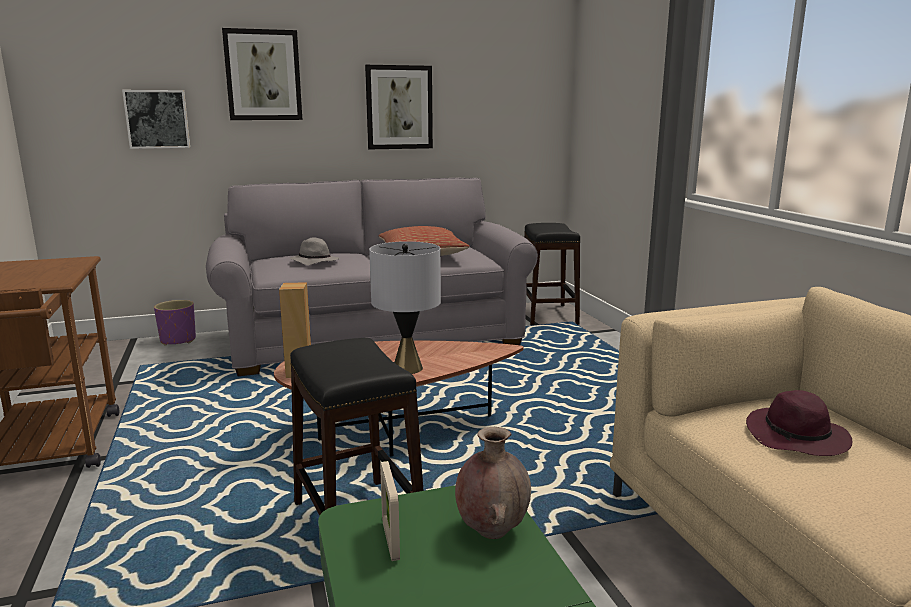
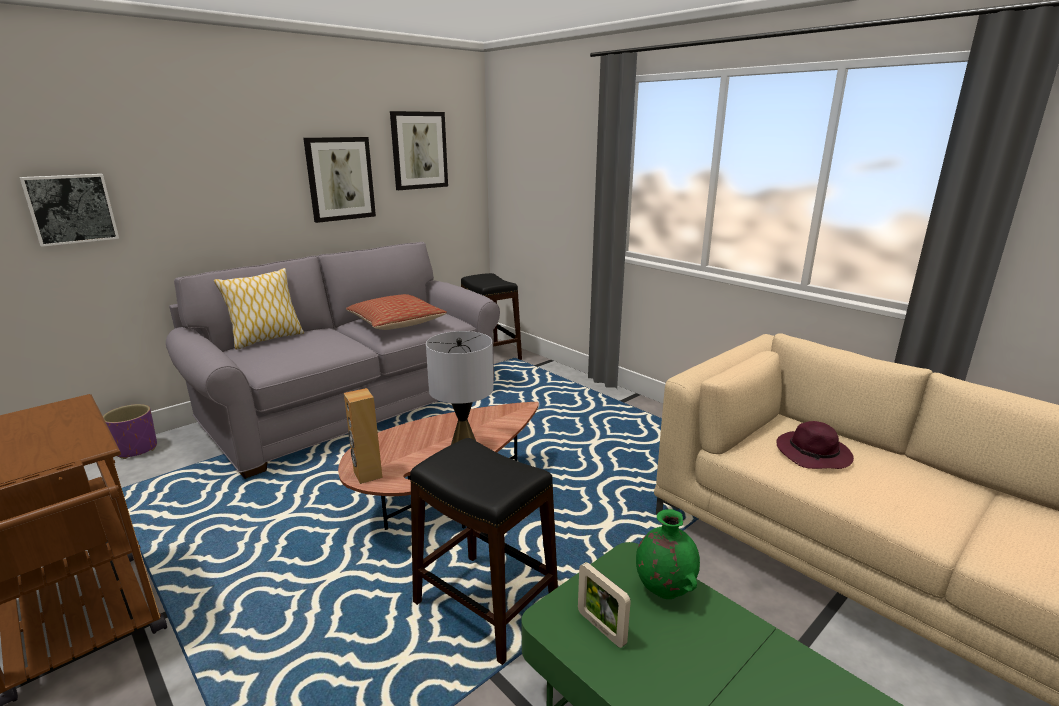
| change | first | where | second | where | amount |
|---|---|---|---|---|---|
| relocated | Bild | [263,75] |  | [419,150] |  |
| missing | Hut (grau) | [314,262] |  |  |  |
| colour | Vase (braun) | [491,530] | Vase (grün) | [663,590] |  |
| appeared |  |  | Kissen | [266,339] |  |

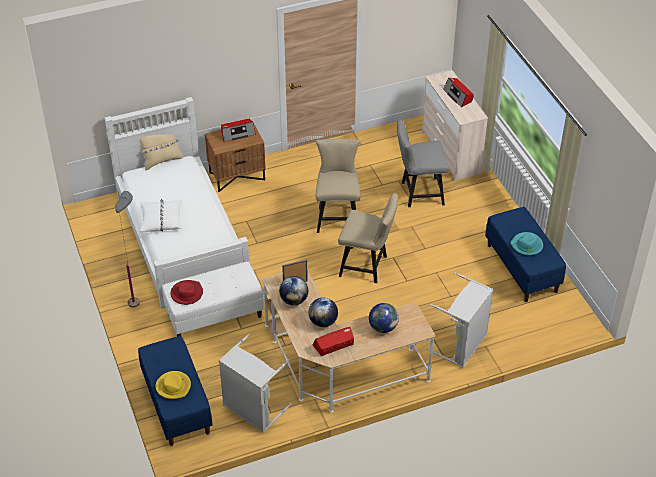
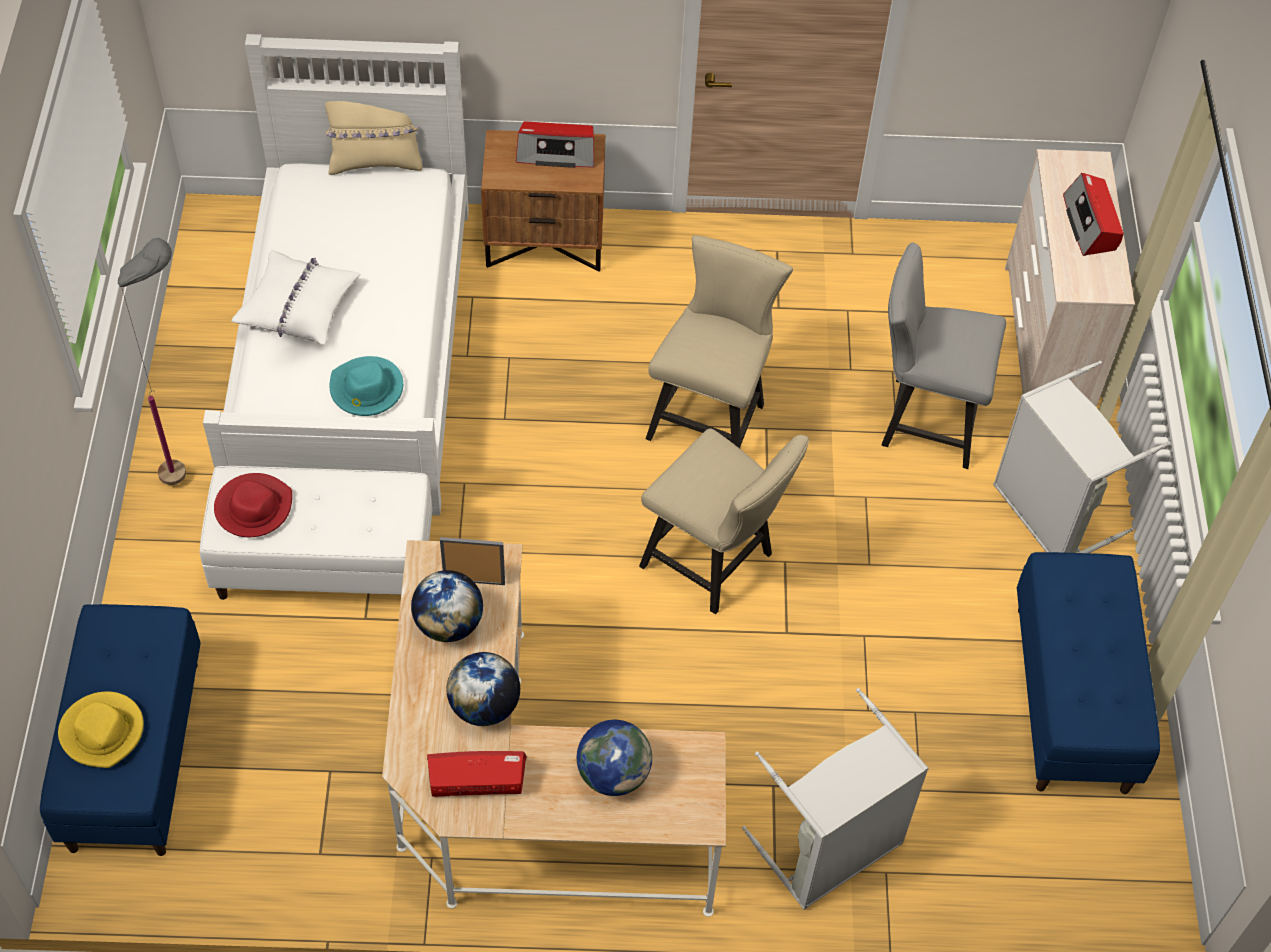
| change | first | where | second | where | amount |
|---|---|---|---|---|---|
| relocated | Hut (türkis) | [527,245] |  | [366,389] |  |
| relocated | Wäschekorb (grau) | [252,410] |  | [1050,514] |  |

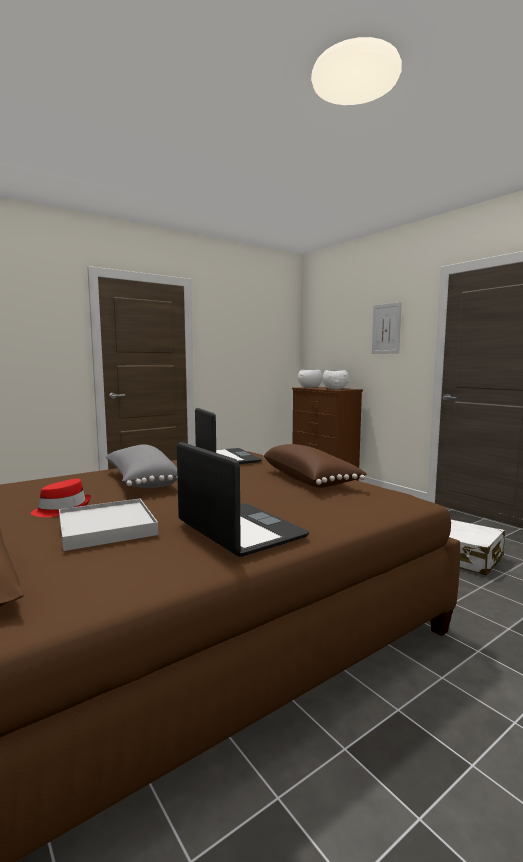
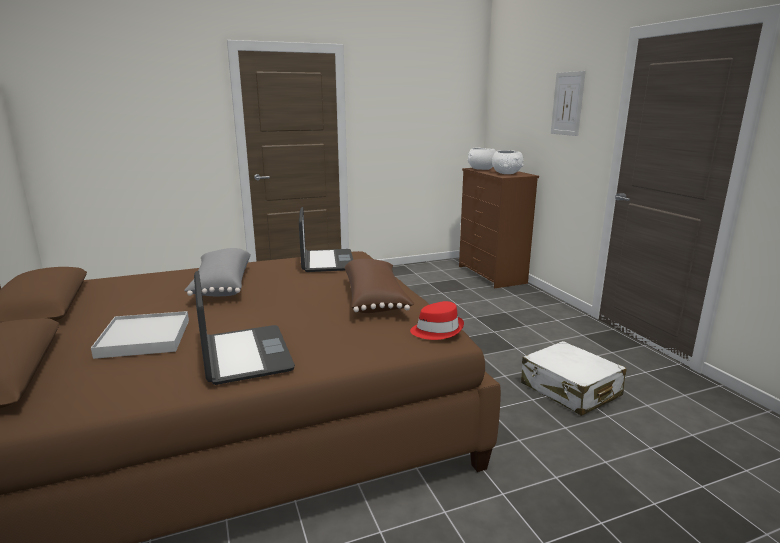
| change | first | where | second | where | amount |
|---|---|---|---|---|---|
| relocated | Hut (rot) | [62,509] |  | [437,330] |  |

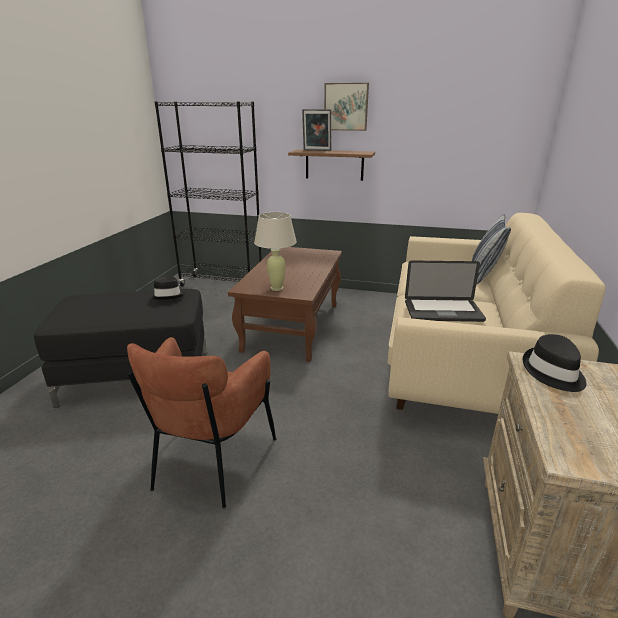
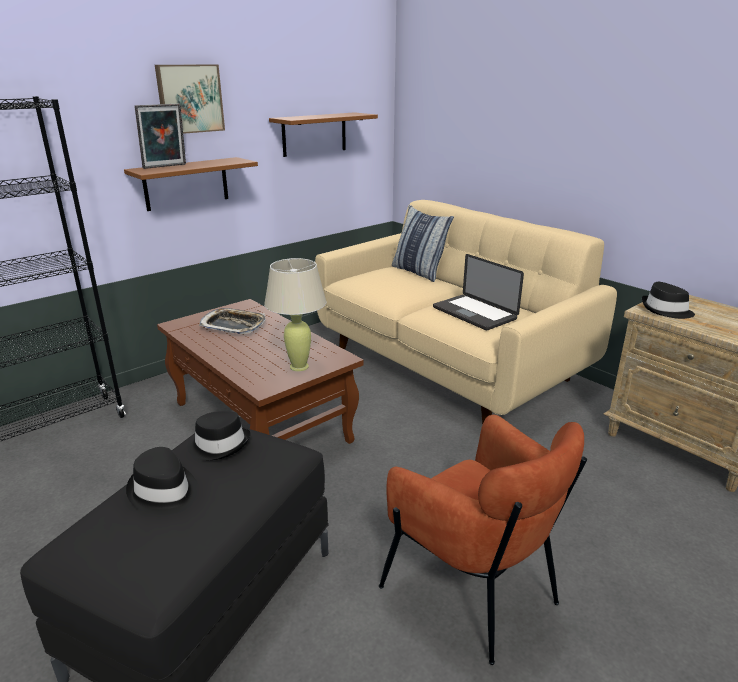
| change | first | where | second | where | amount |
|---|---|---|---|---|---|
| spun | Laptop | [443,311] |  | [474,313] | 105 degrees clockwise |
| appeared |  |  | Wandregal (braun) | [314,134] |  |
| appeared |  |  | Tablett | [233,325] |  |
| appeared |  |  | Hut (schwarz) | [164,492] |  |

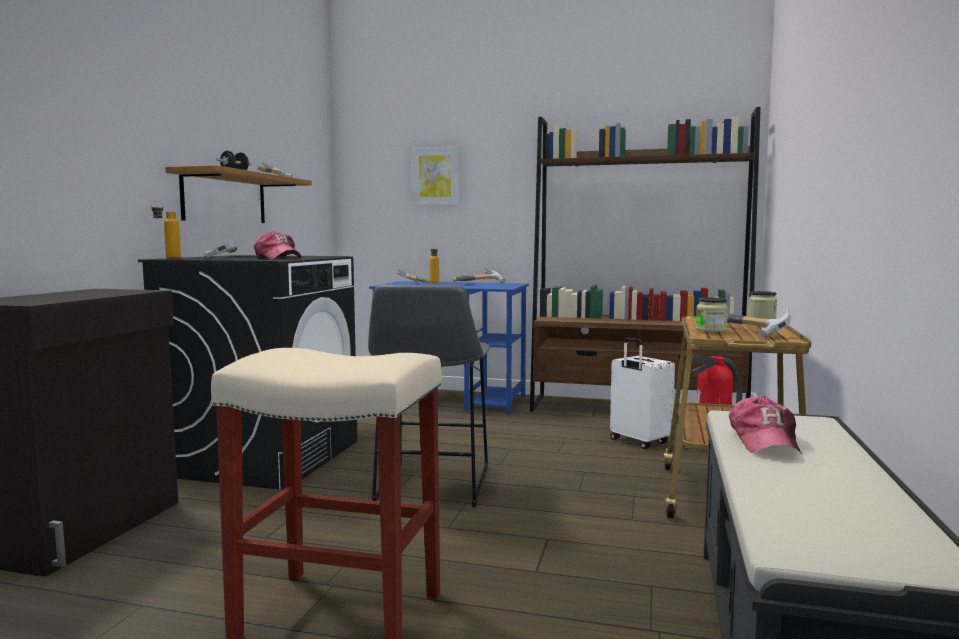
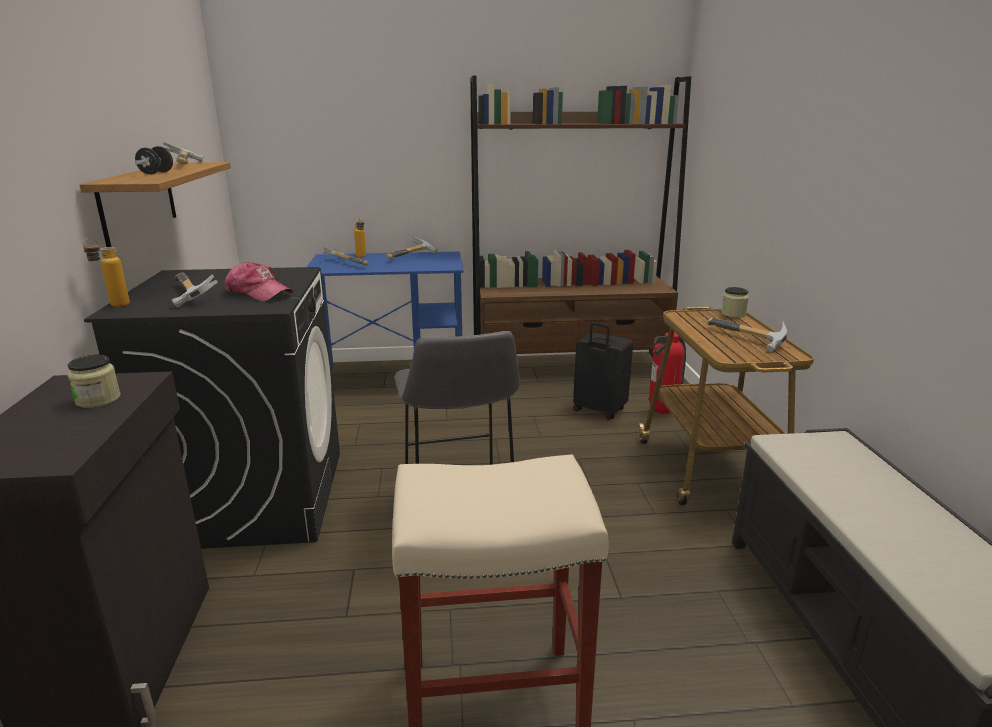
| change | first | where | second | where | amount |
|---|---|---|---|---|---|
| missing | Bild | [435,176] |  |  |  |
| relocated | Vorratsglas | [711,330] |  | [98,399] |  |
| colour | Koffer (weiß) | [638,442] | Koffer (schwarz) | [598,411] |  |
| missing | Kappe | [765,441] |  |  |  |

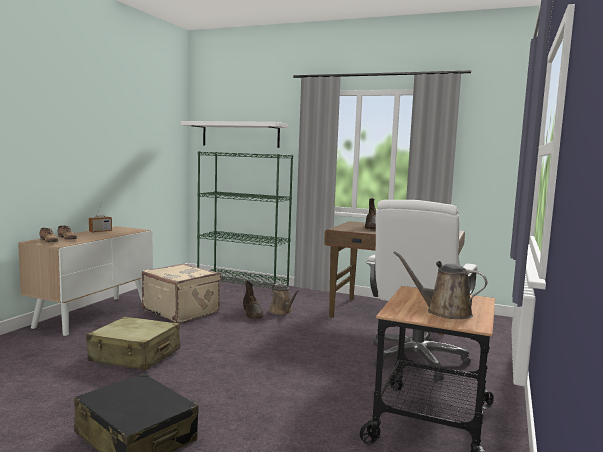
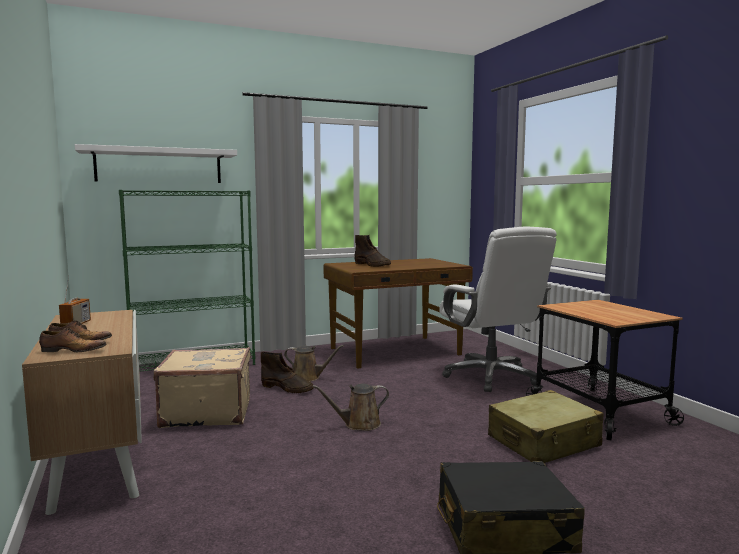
| change | first | where | second | where | amount |
|---|---|---|---|---|---|
| relocated | Gießkanne (braun) | [444,312] |  | [358,424] |  |
| relocated | Koffer (beige) | [135,356] |  | [544,442] |  |

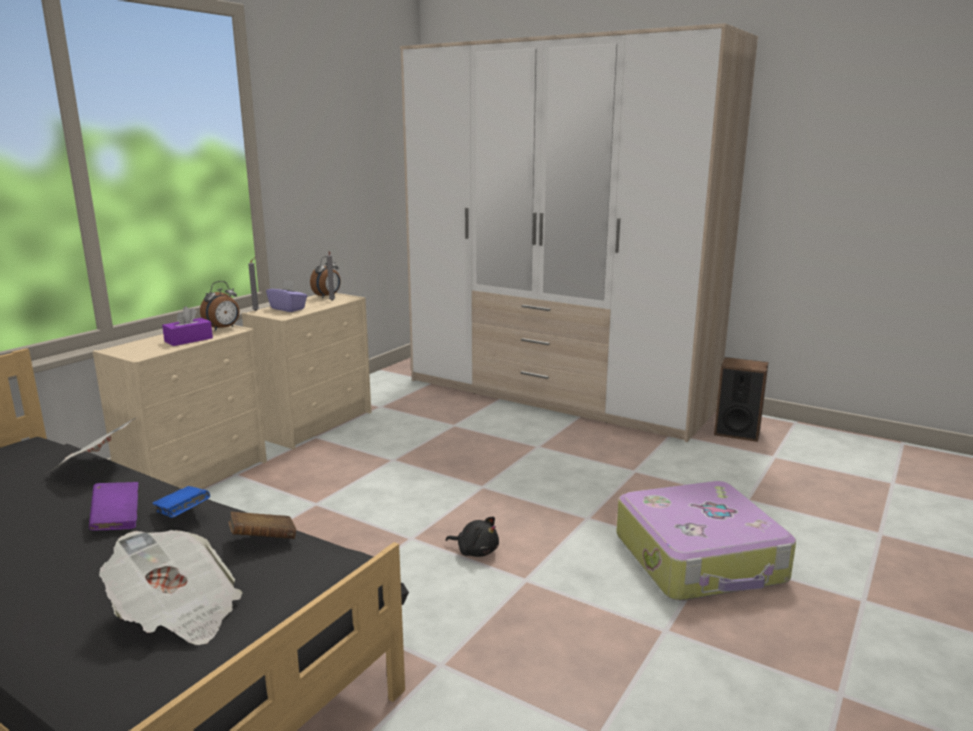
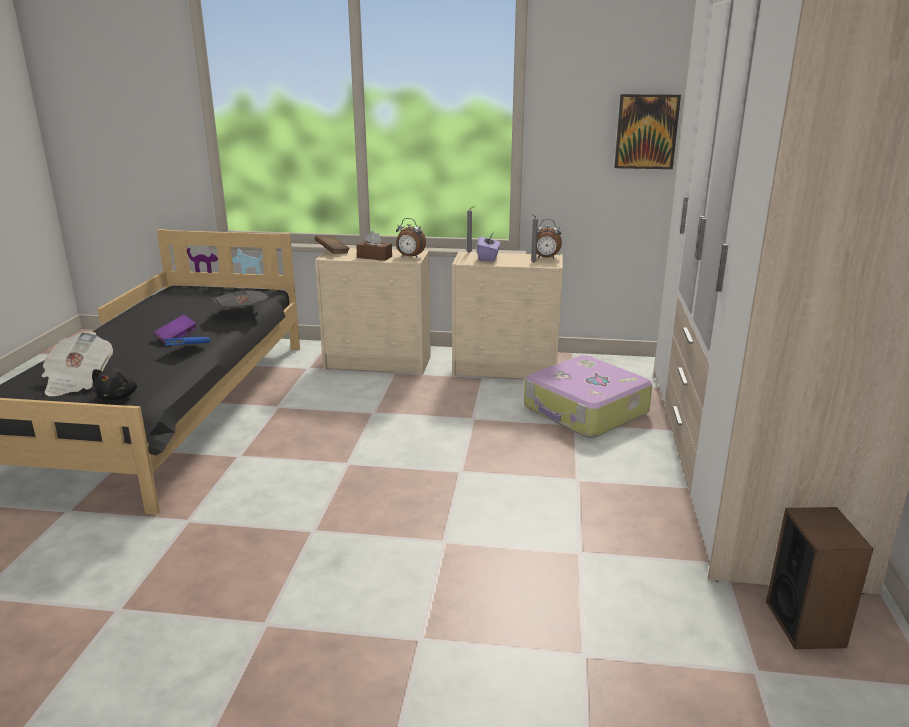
| change | first | where | second | where | amount |
|---|---|---|---|---|---|
| colour | Taschentuchbox (lila) | [188,340] | Taschentuchbox (braun) | [374,257] |  |
| relocated | Koffer | [700,559] |  | [585,411] |  |
| relocated | Buch (braun) | [263,540] |  | [332,252] |  |
| relocated | Plüschtier (schwarz) | [475,551] |  | [118,396] |  |
| appeared |  |  | Bild | [646,131] |  |

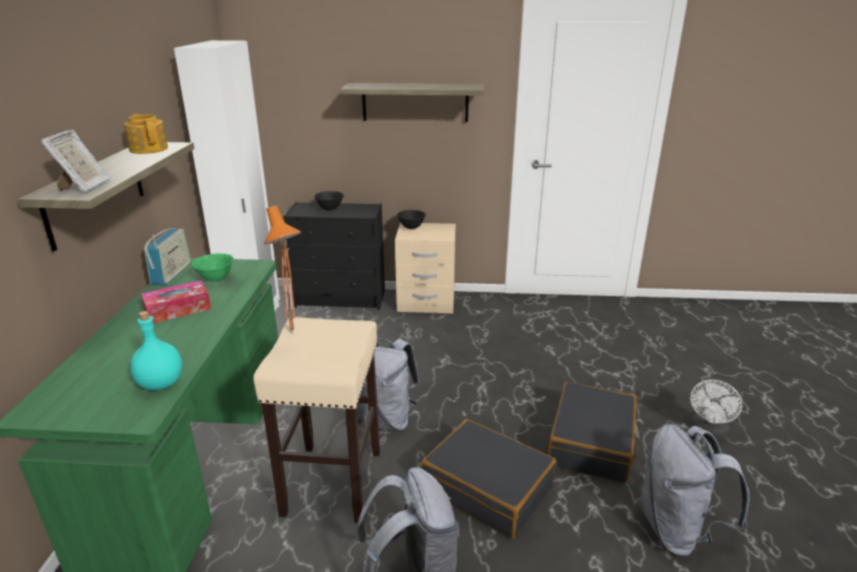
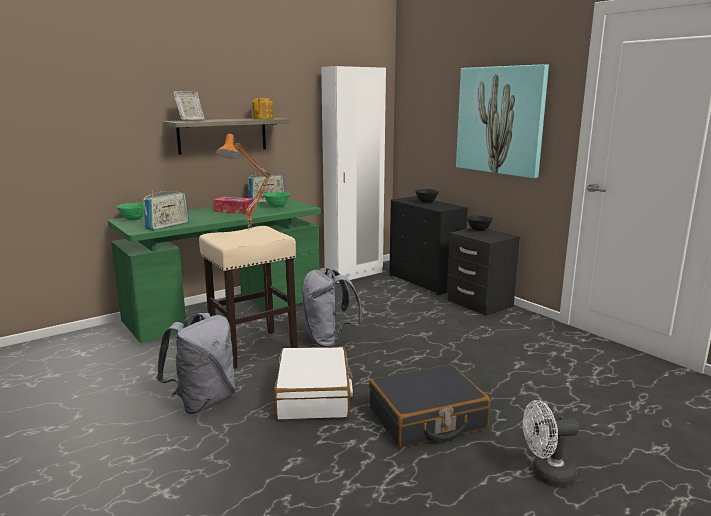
| change | first | where | second | where | amount |
|---|---|---|---|---|---|
| exchanged | Wandregal | [415,102] | Bild | [500,120] |  |
| colour | Nachttisch (beige) | [426,302] | Nachttisch (schwarz) | [479,303] |  |
| exchanged | Flasche (türkis) | [160,383] | Radio | [167,226] |  |
| colour | Koffer (schwarz) | [487,488] | Koffer (weiß) | [314,395] |  |
| missing | Rucksack (grau) | [677,530] |  |  |  |
| appeared |  |  | Schüssel (grün) | [133,219] |  |

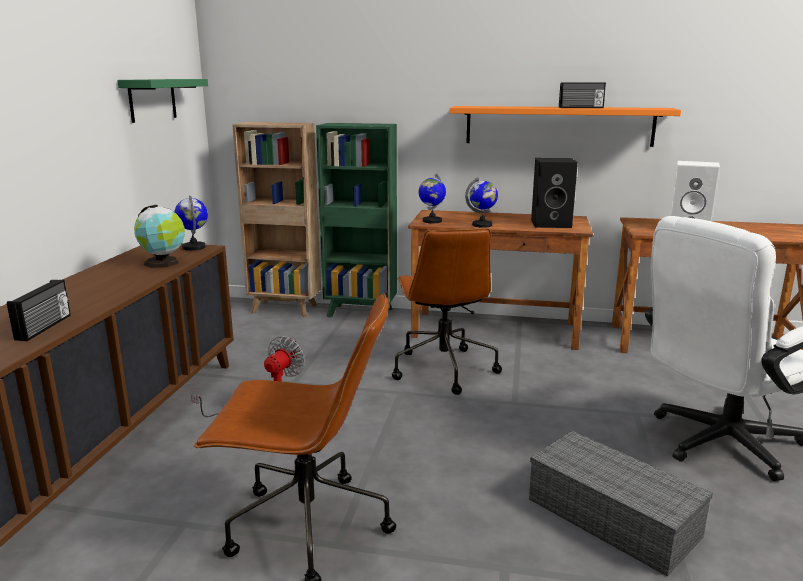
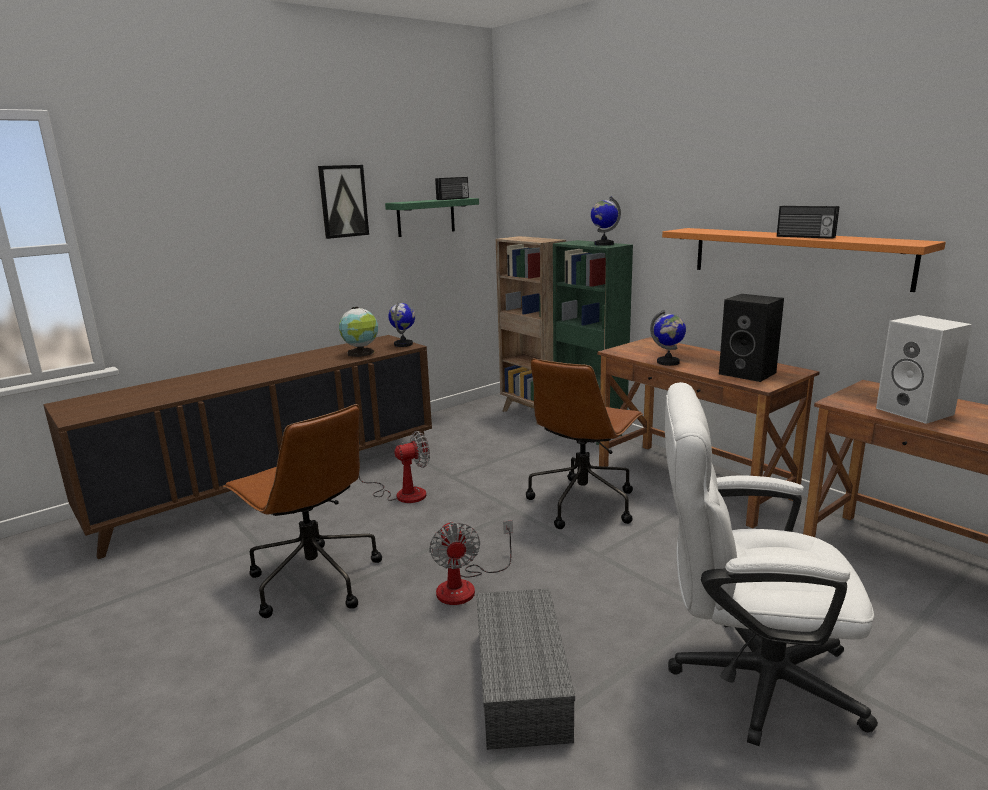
| change | first | where | second | where | amount |
|---|---|---|---|---|---|
| relocated | Globus | [431,221] |  | [603,244] |  |
| relocated | Radio | [45,327] |  | [453,199] |  |
| appeared |  |  | Bild | [343,201] |  |
| appeared |  |  | Ventilator | [466,586] |  |

